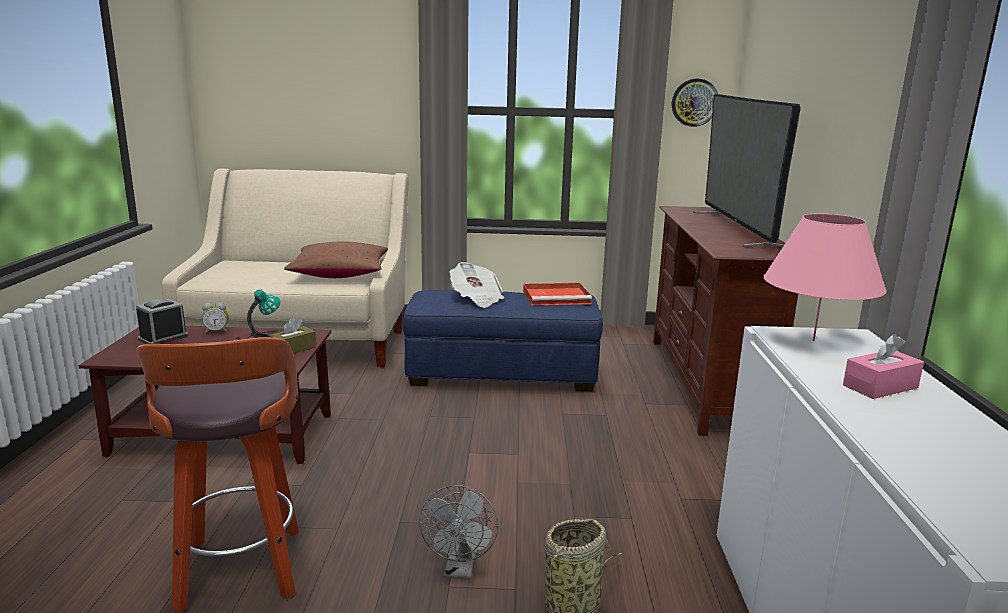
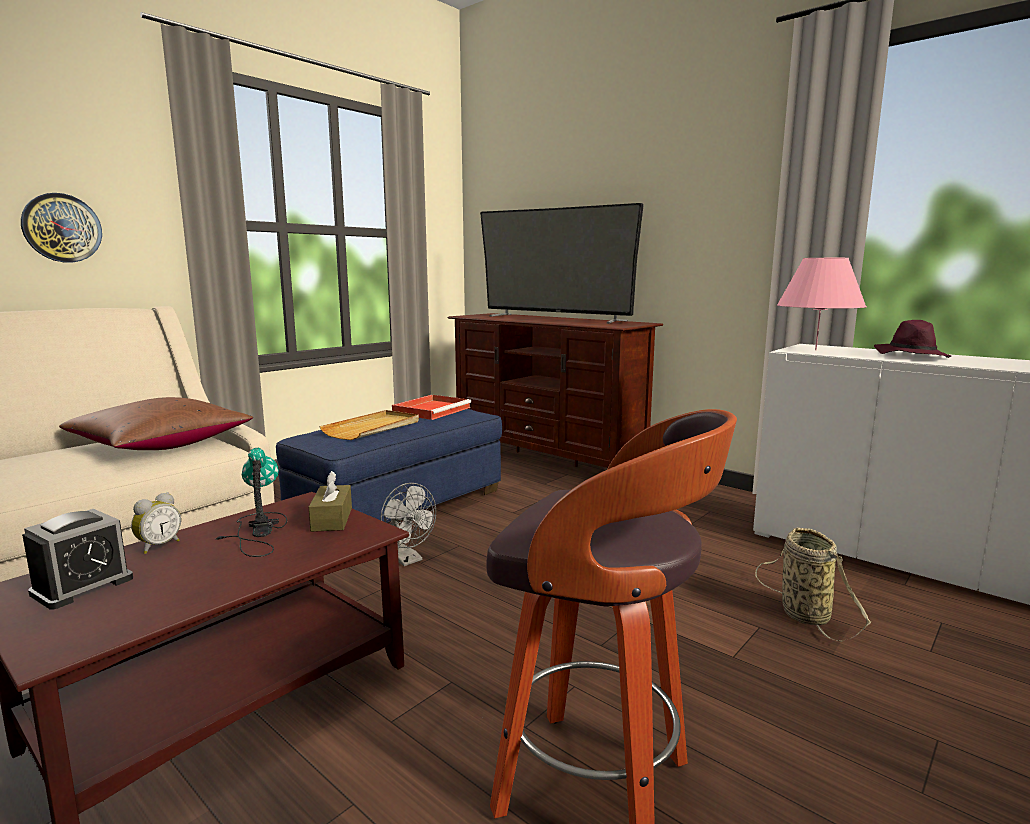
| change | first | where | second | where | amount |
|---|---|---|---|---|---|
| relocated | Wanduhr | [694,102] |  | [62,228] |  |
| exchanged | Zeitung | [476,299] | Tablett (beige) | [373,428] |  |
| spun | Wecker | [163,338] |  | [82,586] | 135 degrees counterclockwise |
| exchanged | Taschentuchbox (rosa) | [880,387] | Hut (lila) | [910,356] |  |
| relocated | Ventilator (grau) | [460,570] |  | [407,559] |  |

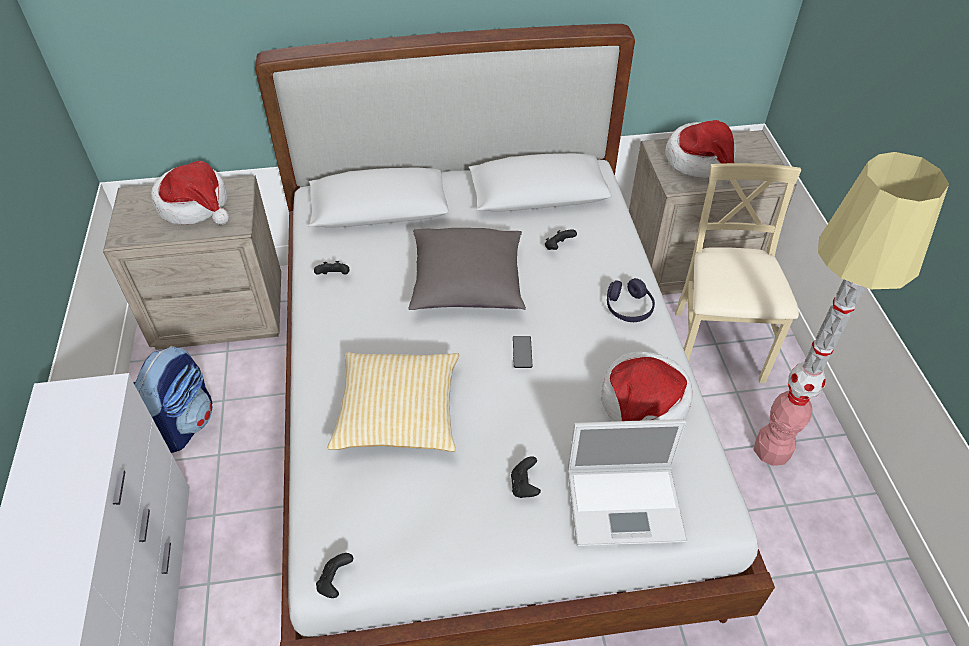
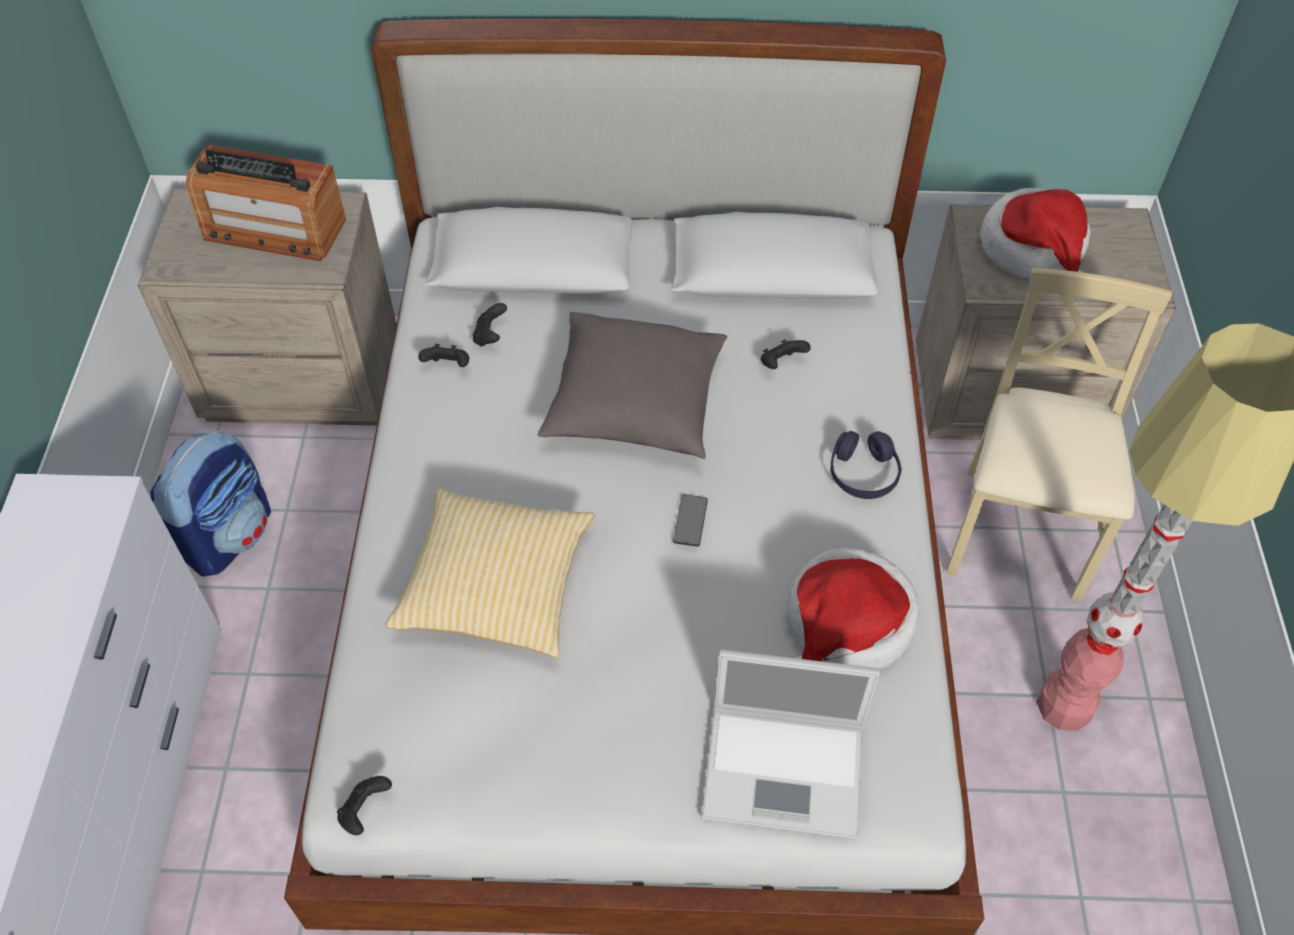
| change | first | where | second | where | amount |
|---|---|---|---|---|---|
| exchanged | Hut | [195,205] | Radio | [274,229] |  |
| relocated | Gamepad (schwarz) | [524,486] |  | [490,336] |  |

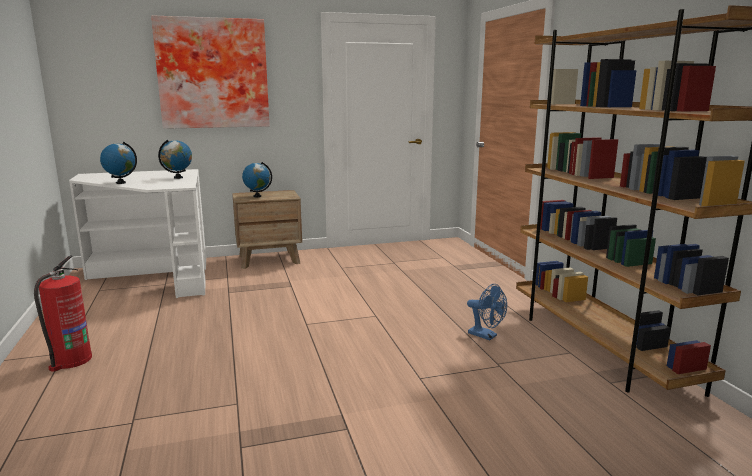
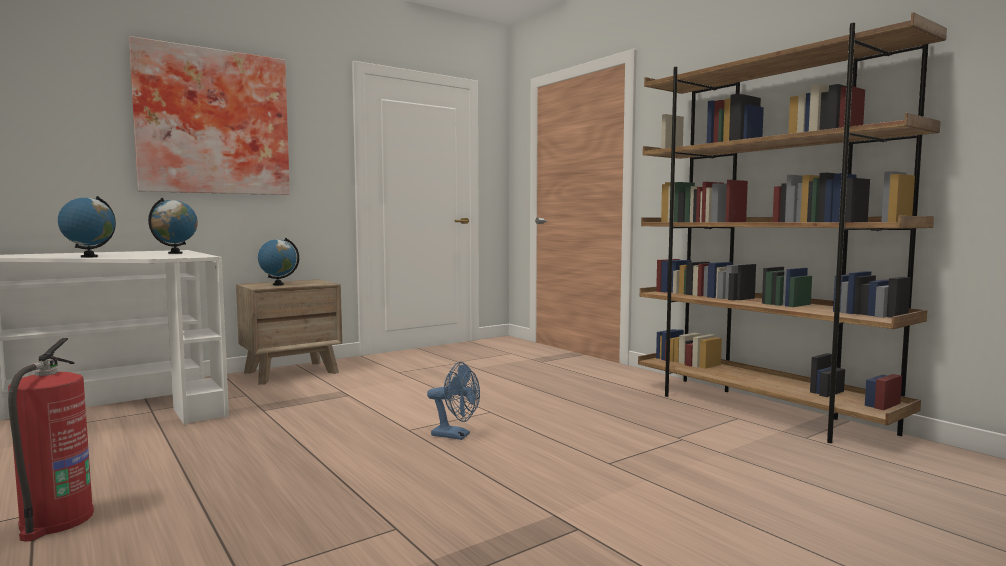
| change | first | where | second | where | amount |
|---|---|---|---|---|---|
| relocated | Ventilator (blau) | [486,336] |  | [456,435] |  |

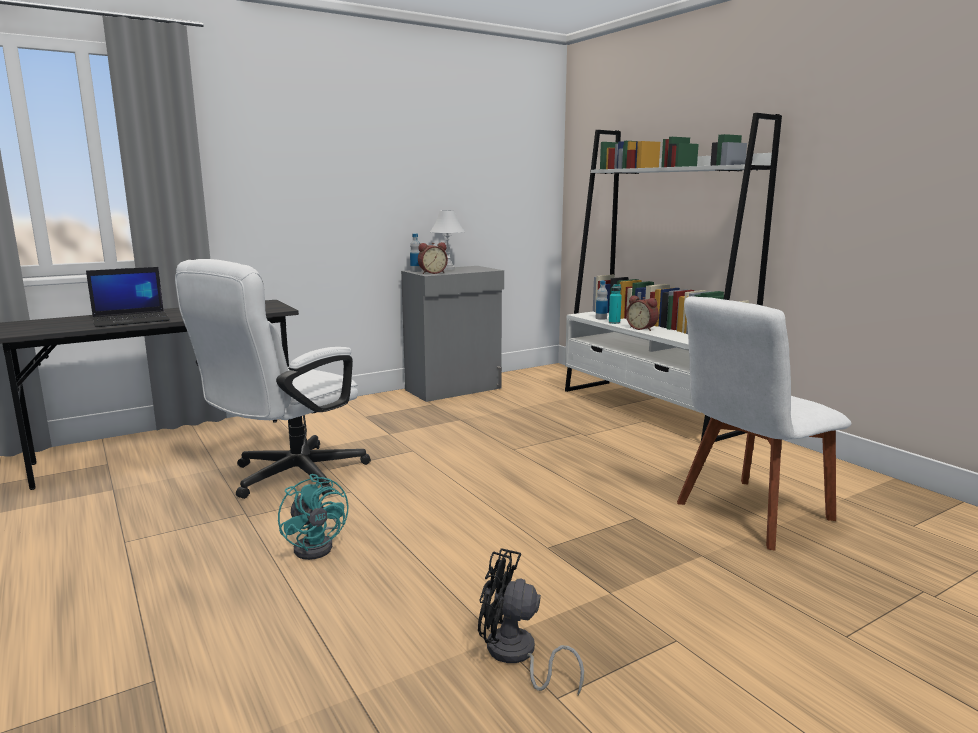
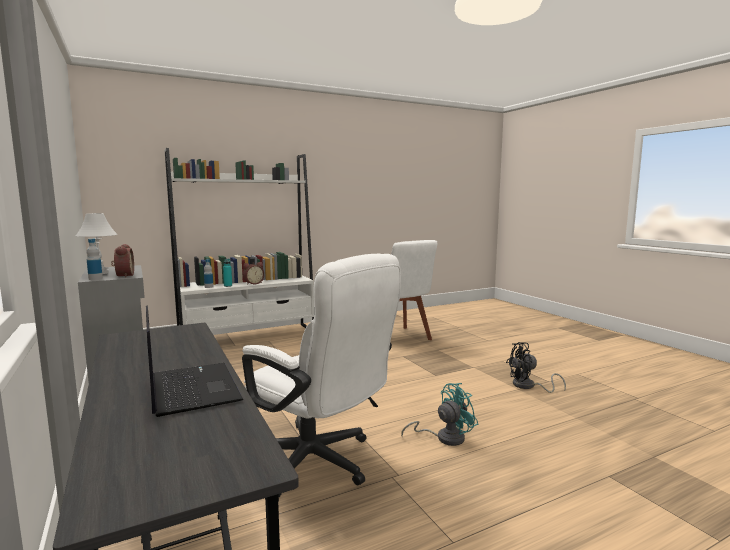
| change | first | where | second | where | amount |
|---|---|---|---|---|---|
| spun | Ventilator (schwarz) | [516,656] |  | [528,386] | 60 degrees clockwise |

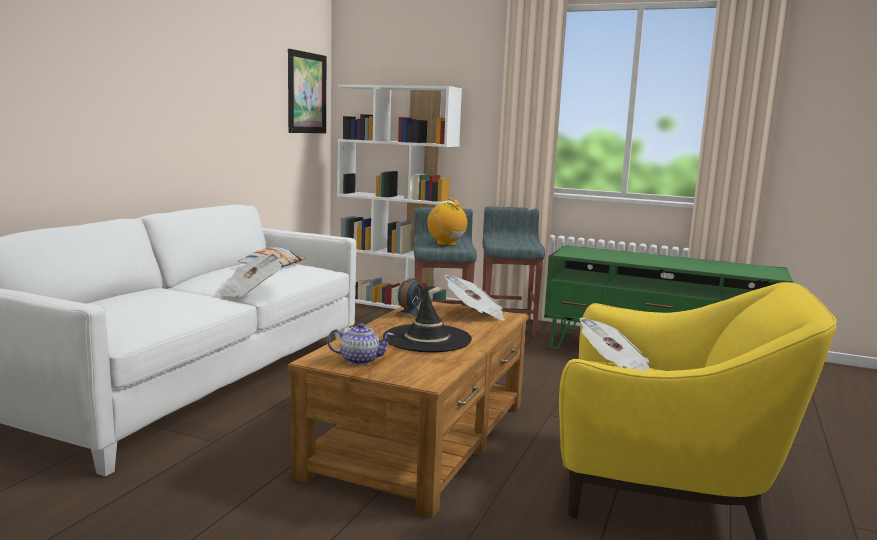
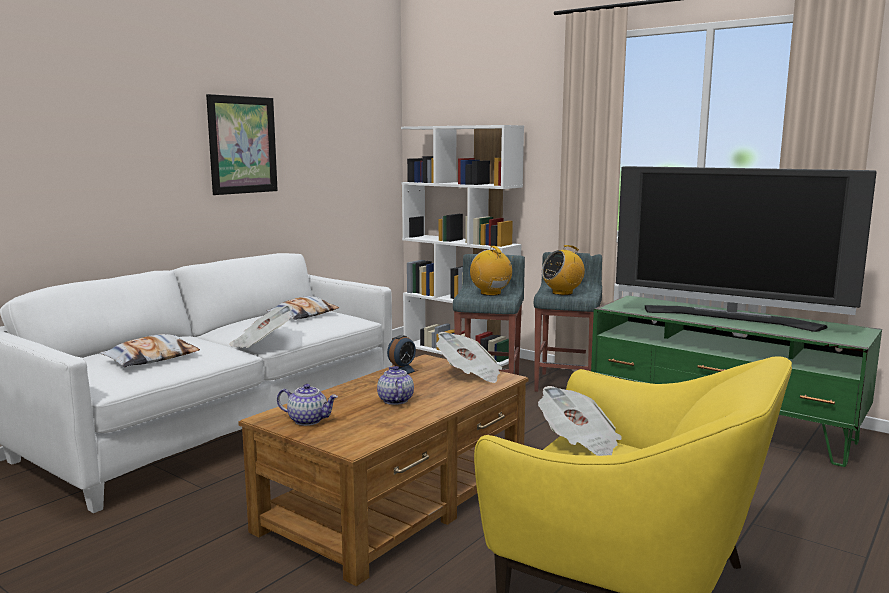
| change | first | where | second | where | amount |
|---|---|---|---|---|---|
| relocated | Bild | [306,93] |  | [242,145] |  |
| exchanged | Hut (schwarz) | [427,339] | Teekanne | [395,400] |  |
| appeared |  |  | Fernseher | [730,318] |  |
| appeared |  |  | Radio | [562,293] |  |
| appeared |  |  | Kissen | [152,358] |  |

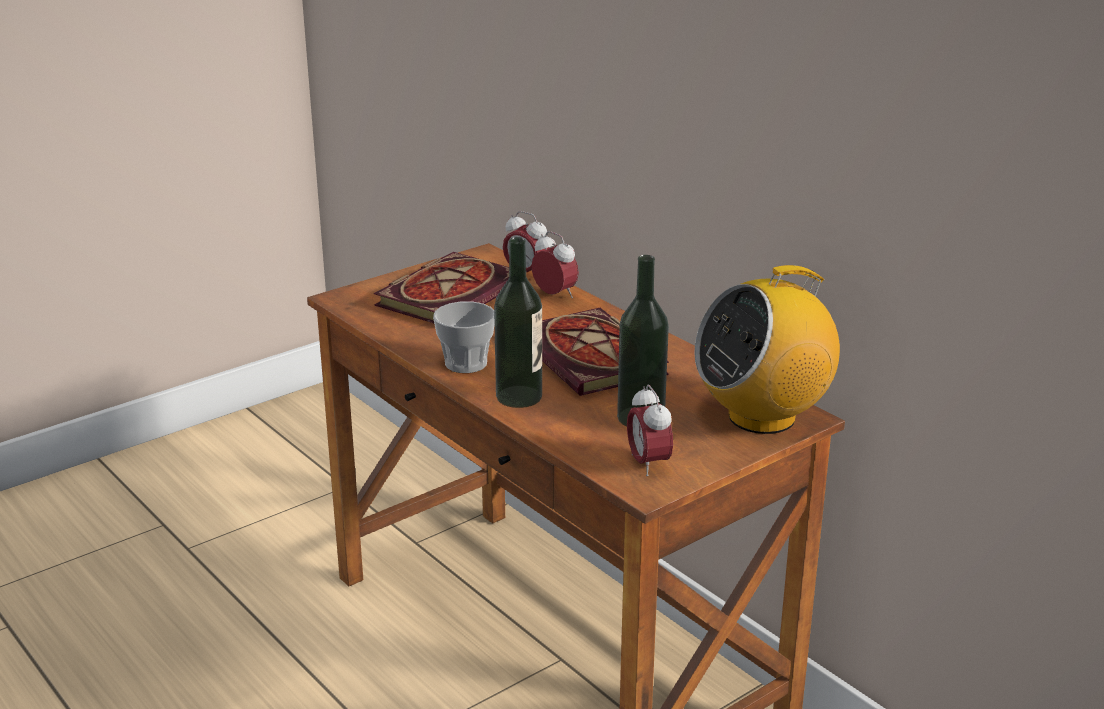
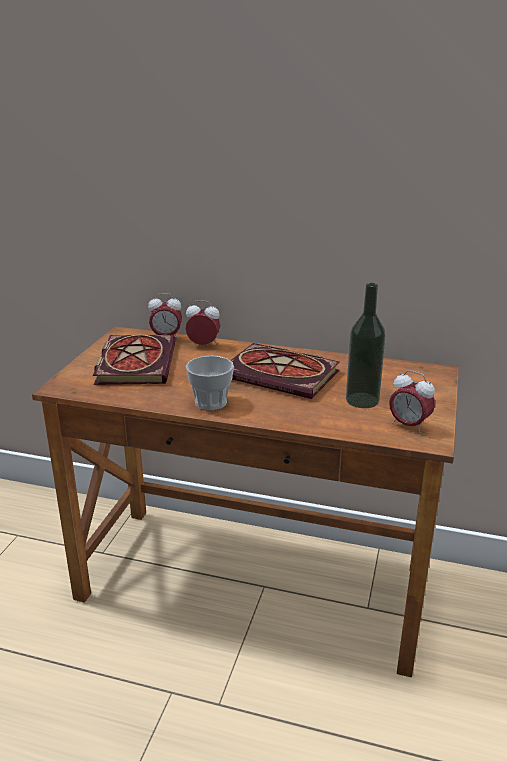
| change | first | where | second | where | amount |
|---|---|---|---|---|---|
| missing | Flasche | [519,396] |  |  |  |
| missing | Radio | [762,416] |  |  |  |

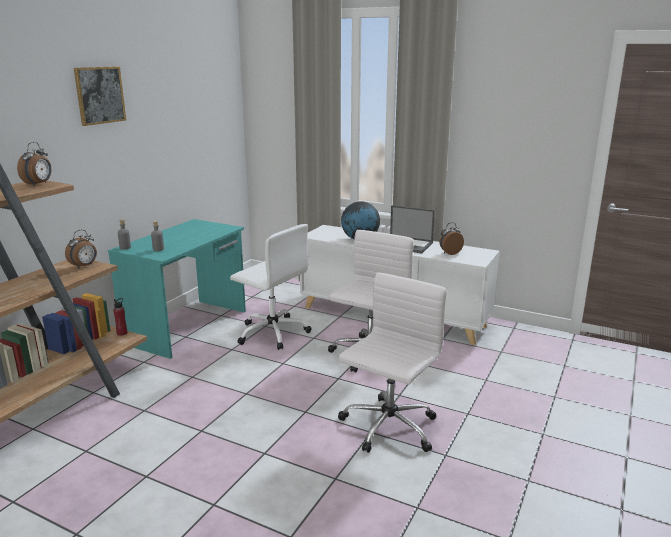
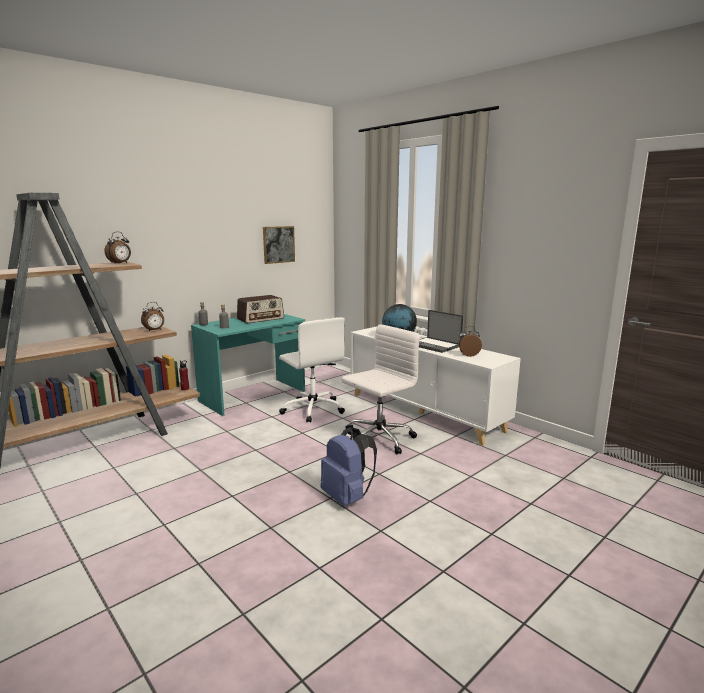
| change | first | where | second | where | amount |
|---|---|---|---|---|---|
| relocated | Bild | [99,95] |  | [278,244] |  |
| exchanged | Bürostuhl (weiß) | [388,427] | Rucksack (blau) | [347,497] |  |
| appeared |  |  | Radio | [261,319] |  |

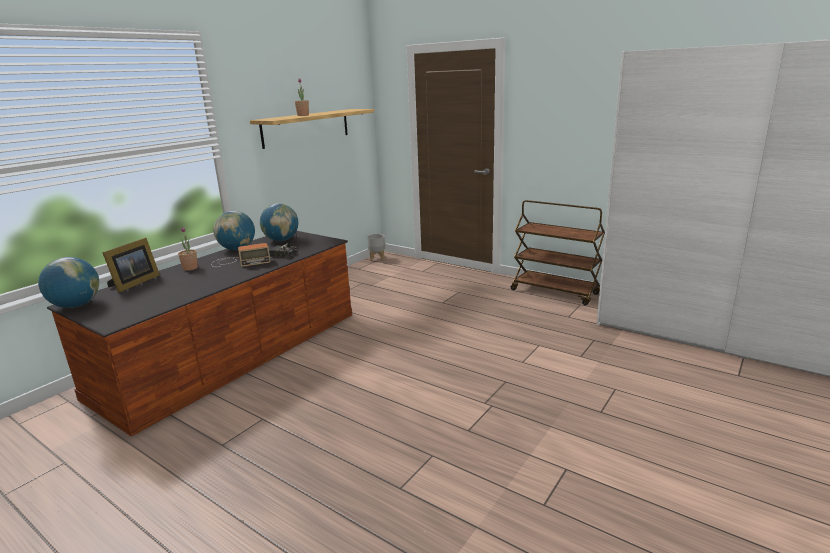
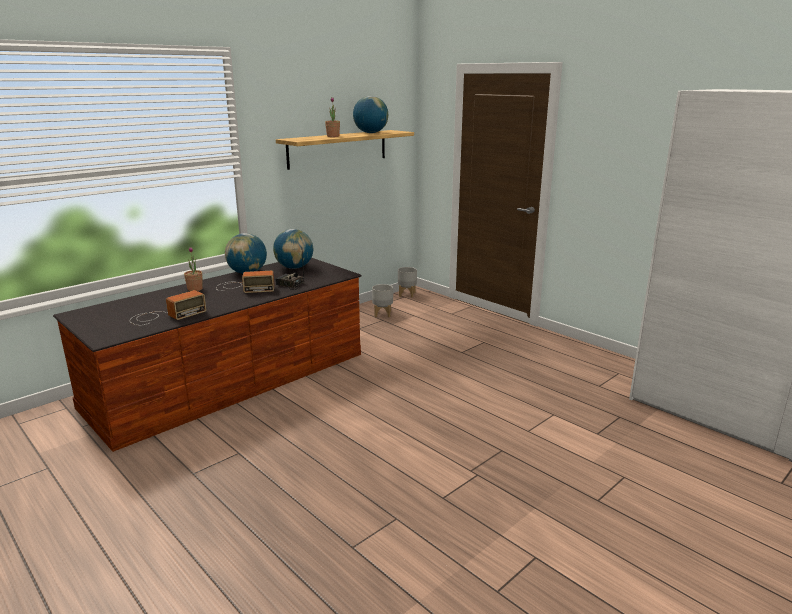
| change | first | where | second | where | amount |
|---|---|---|---|---|---|
| missing | Rollwagen (braun) | [555,292] |  |  |  |
| missing | Bilderrahmen | [133,283] |  |  |  |
| relocated | Globus | [76,305] |  | [370,133] |  |
| appeared |  |  | Pflanzkübel (grau) | [382,314] |  |
| appeared |  |  | Radio | [165,316] |  |

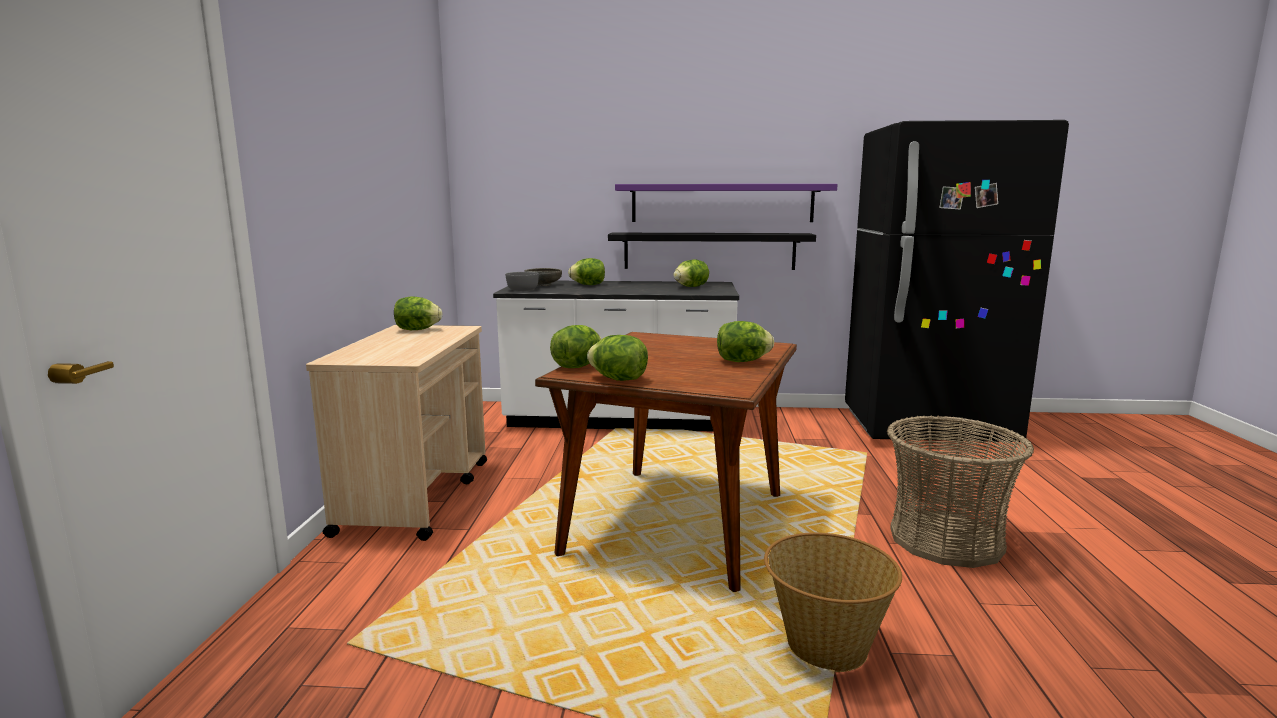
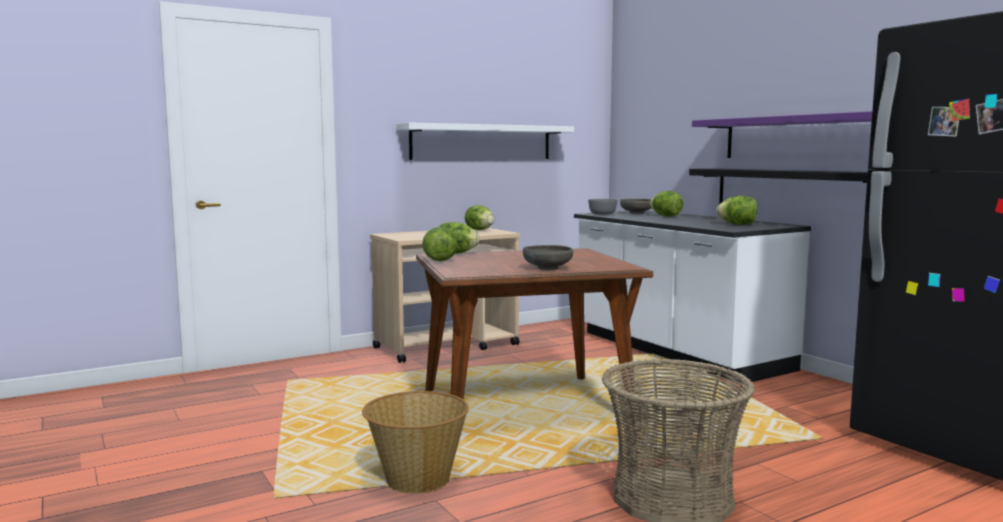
| change | first | where | second | where | amount |
|---|---|---|---|---|---|
| exchanged | Salatkopf | [742,361] | Schüssel (grau) | [547,268] |  |
| appeared |  |  | Wandregal (weiß) | [482,142] |  |

